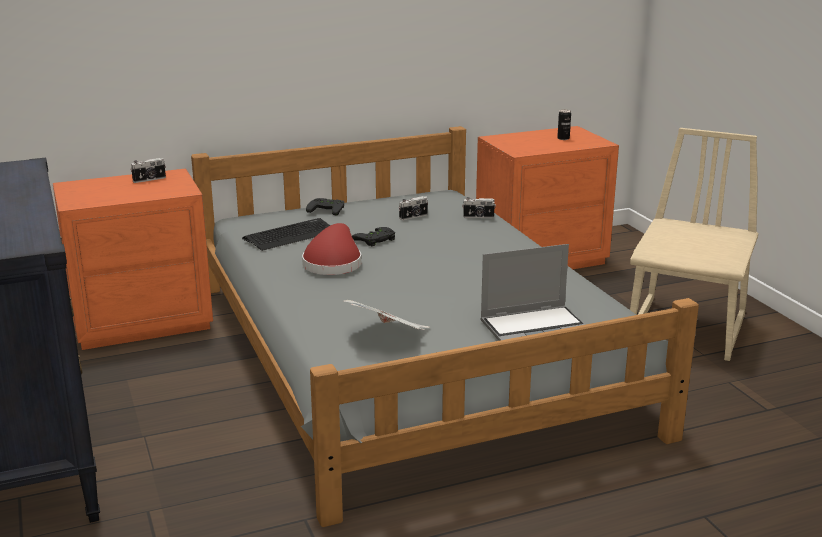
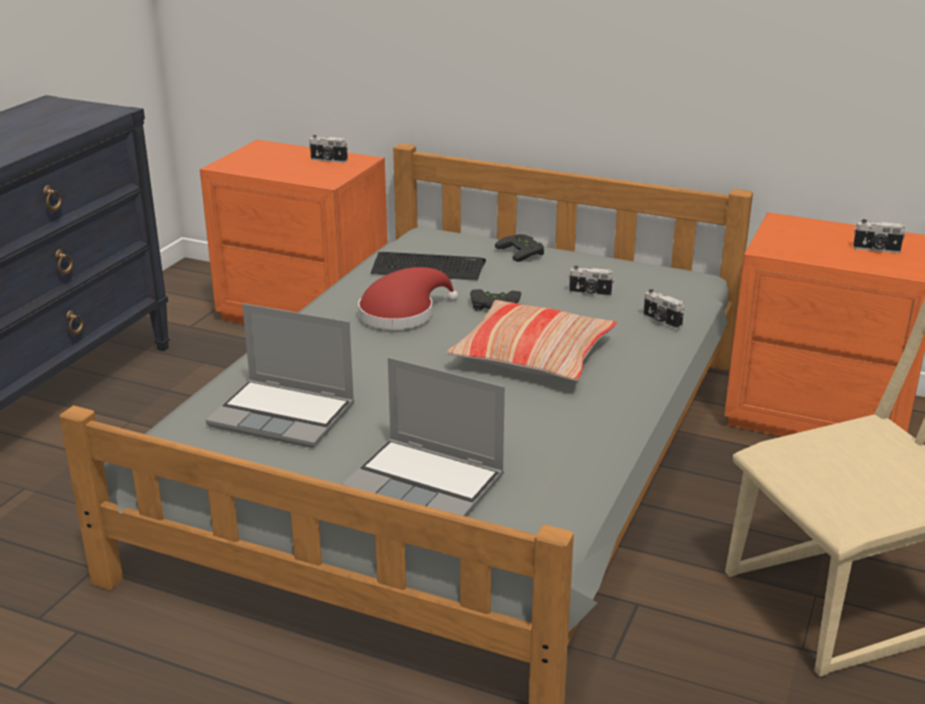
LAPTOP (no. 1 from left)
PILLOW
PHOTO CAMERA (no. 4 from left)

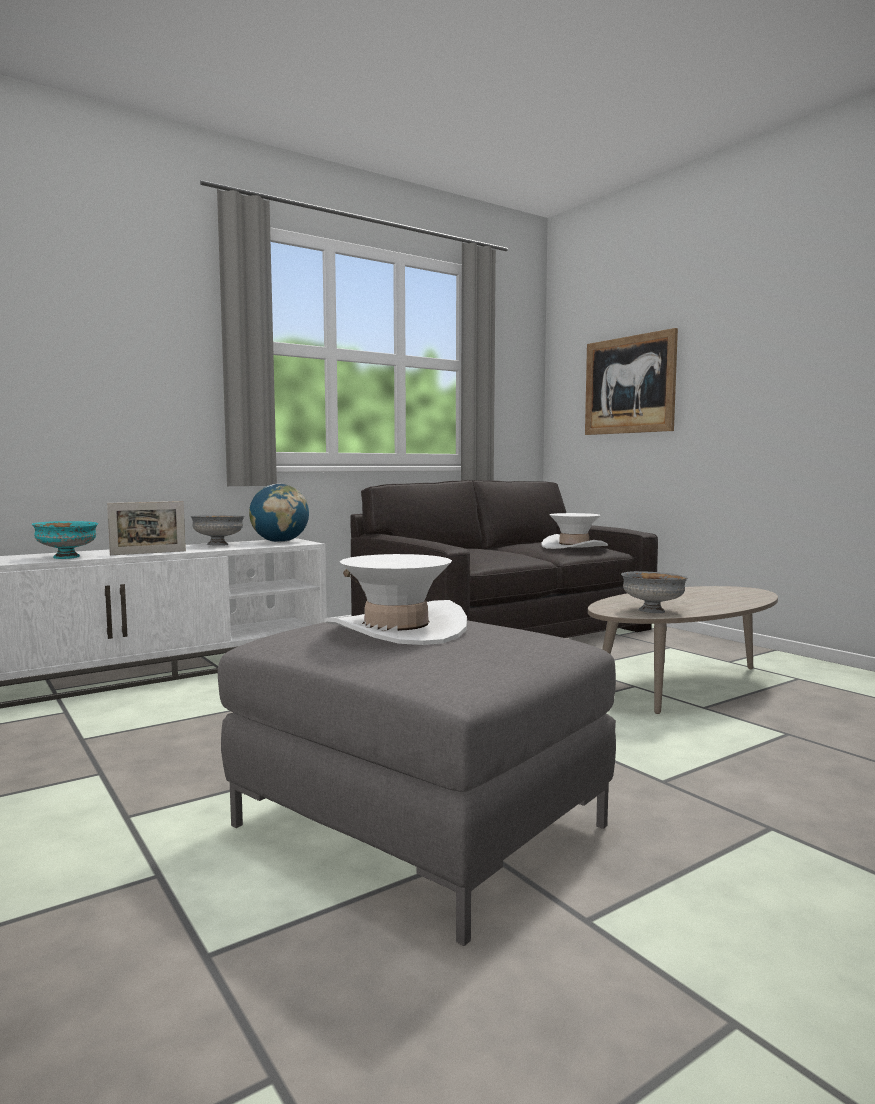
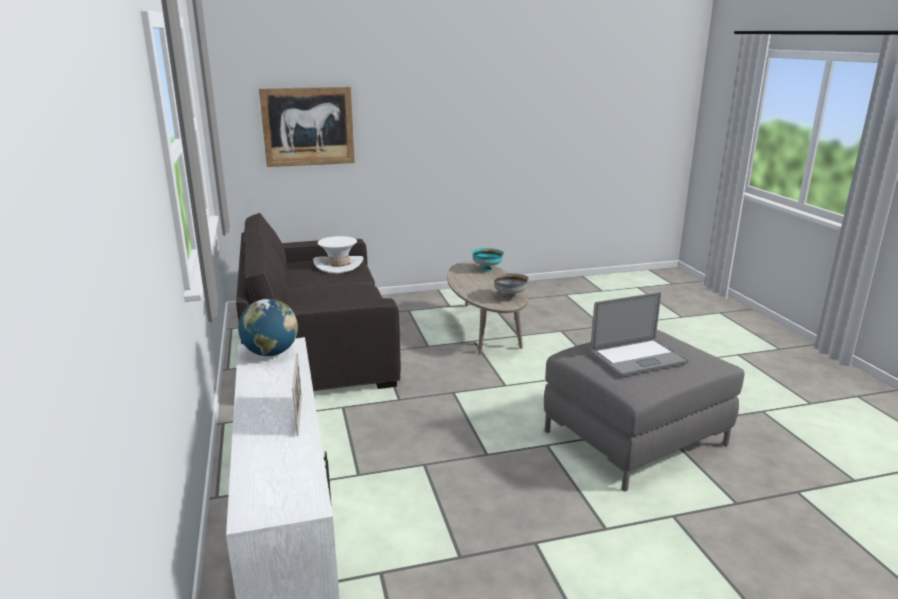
TURQUOISE BOWL
LAPTOP
GREY BOWL (no. 1 from left in the first image)

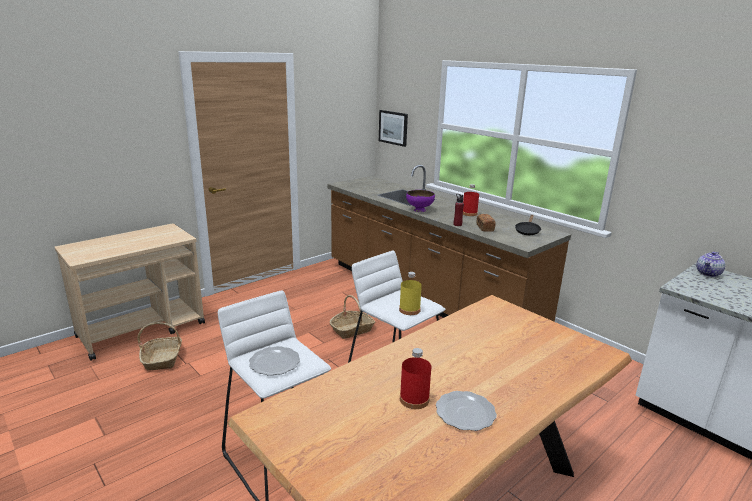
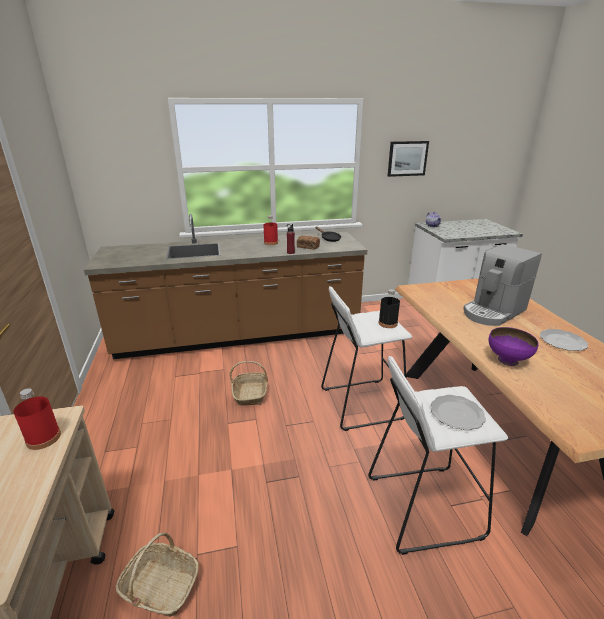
RED BOTTLE (no. 1 from left)
BLACK BOTTLE
PICTURE
COFFEE MACHINE
PURPLE BOWL

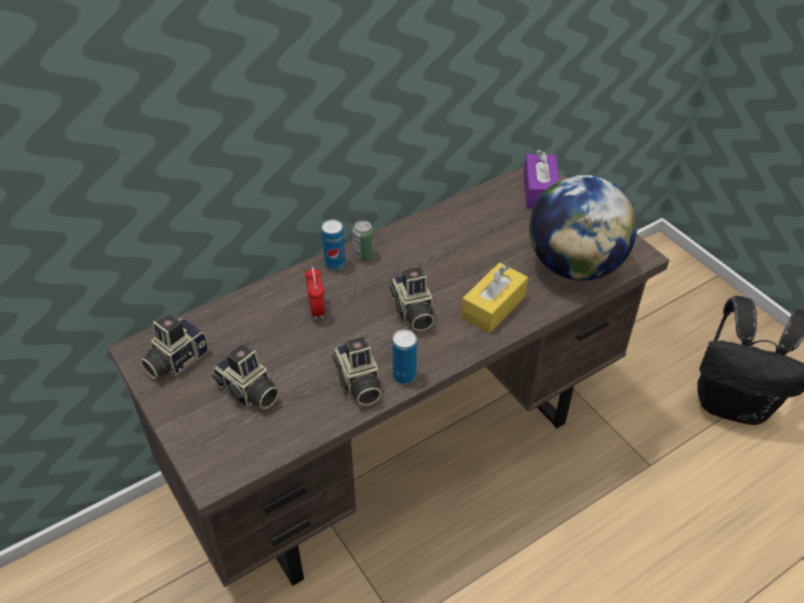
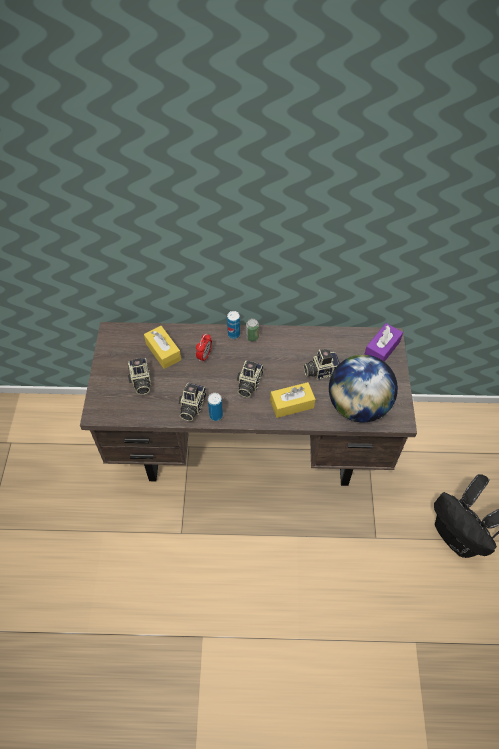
YELLOW TISSUE BOX (no. 1 from left)
PHOTO CAMERA (no. 4 from left)

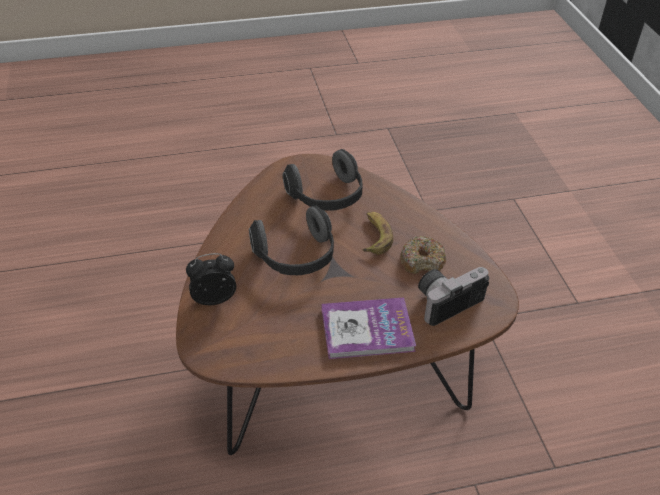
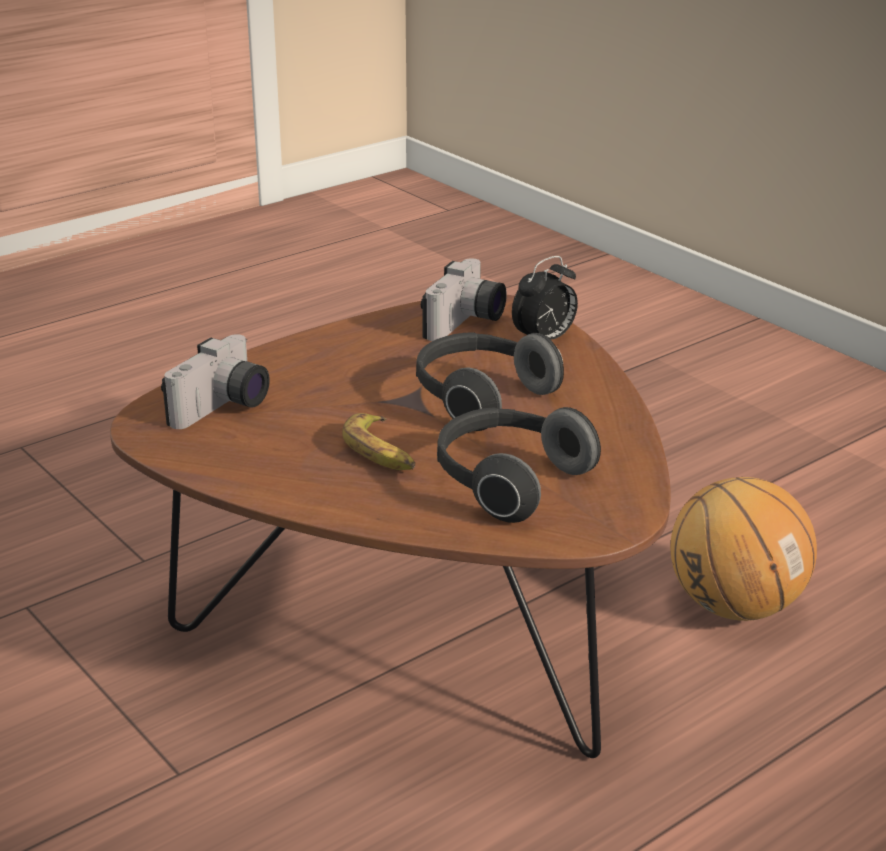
PHOTO CAMERA (no. 2 from left)
BASKETBALL
BOOK
DONUT

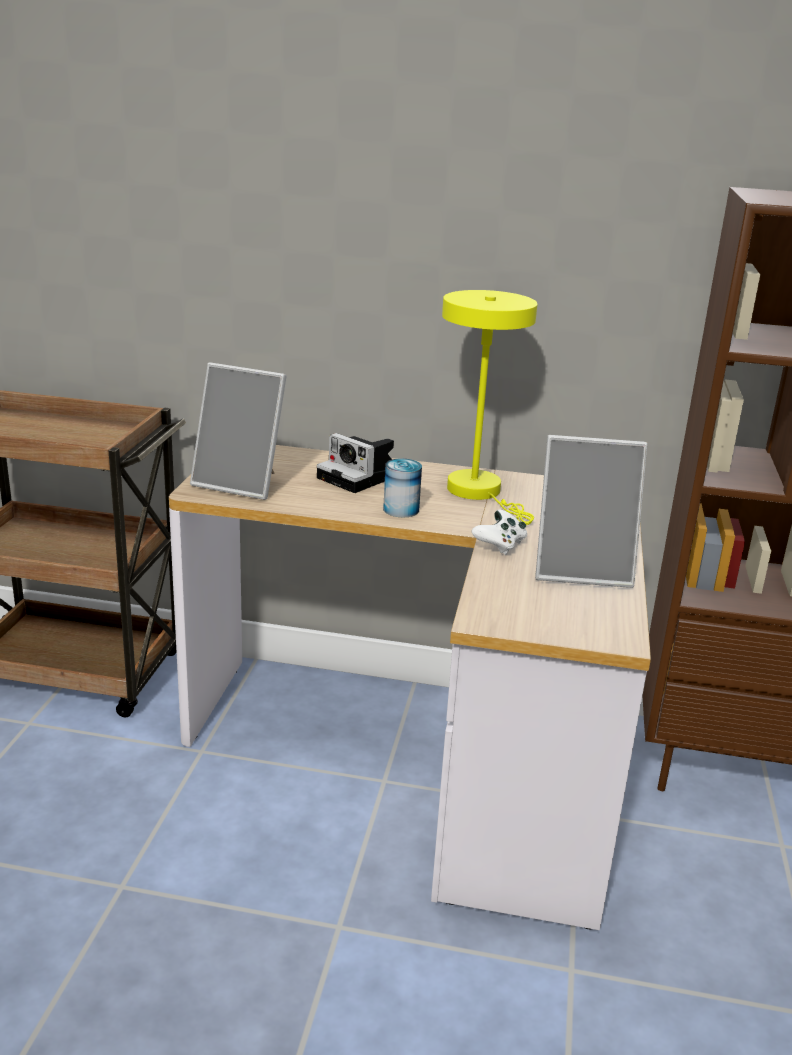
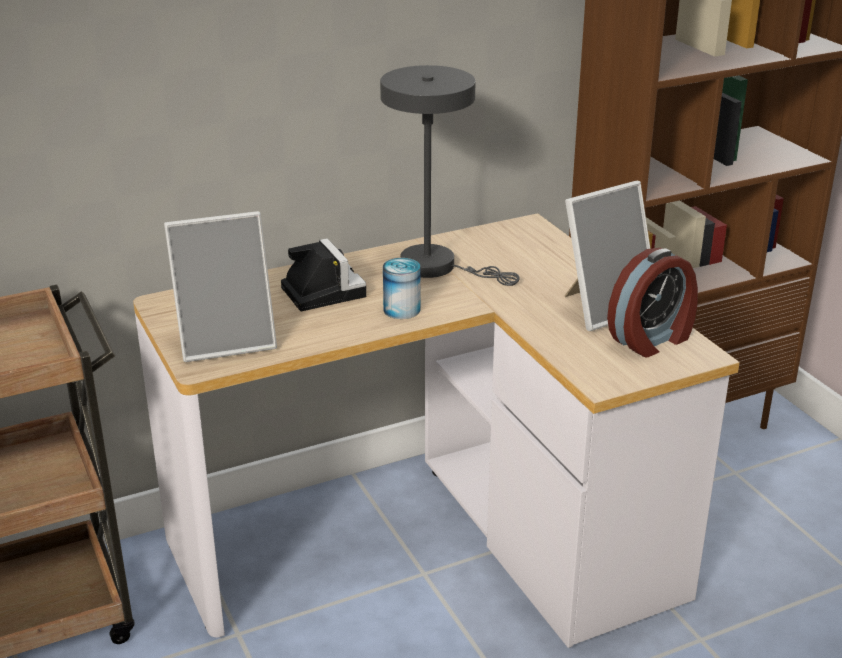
PHOTO CAMERA
GREY TABLE LAMP
ALARM CLOCK
WHITE GAME CONTROLLER

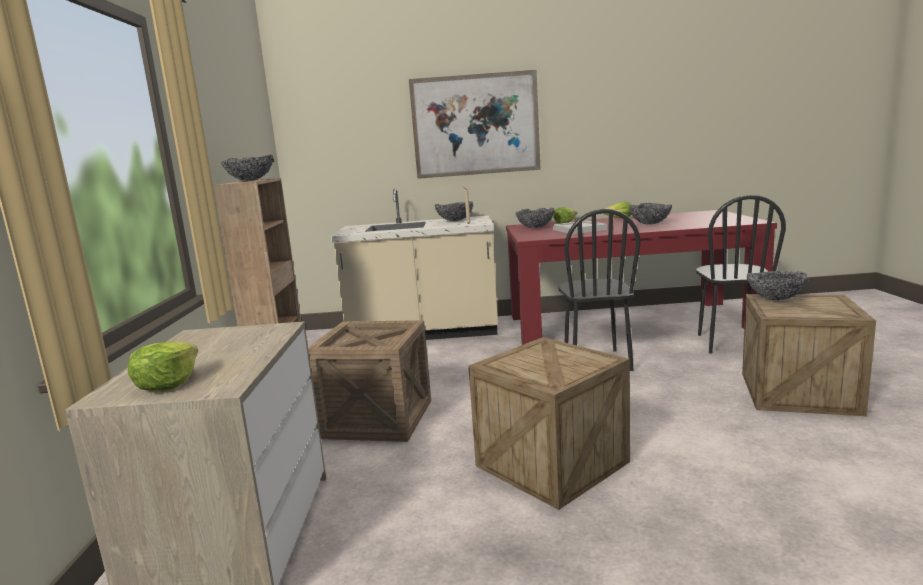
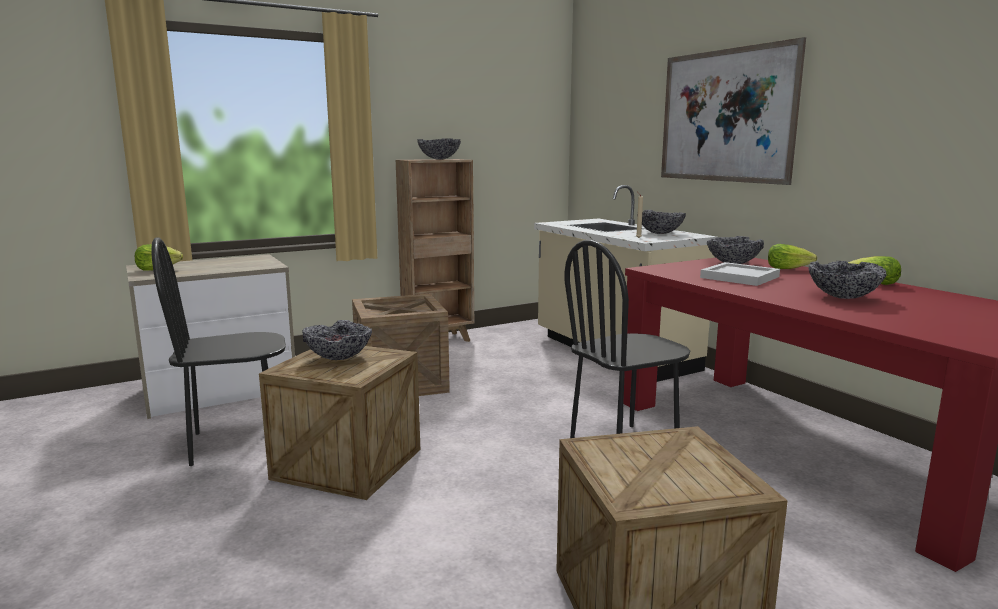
BLACK CHAIR (no. 1 from left)
BOWL (no. 1 from left)

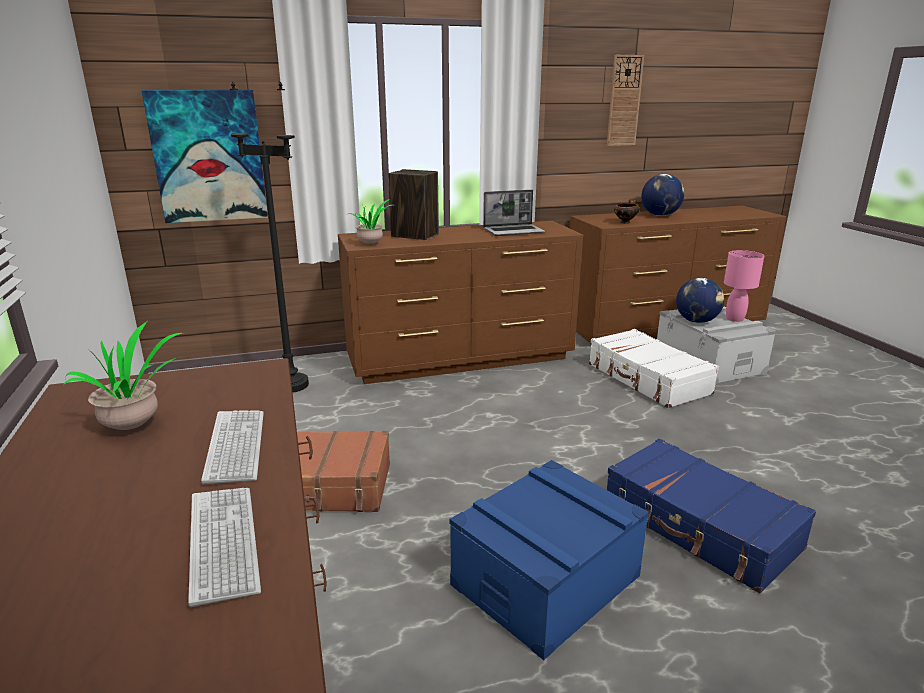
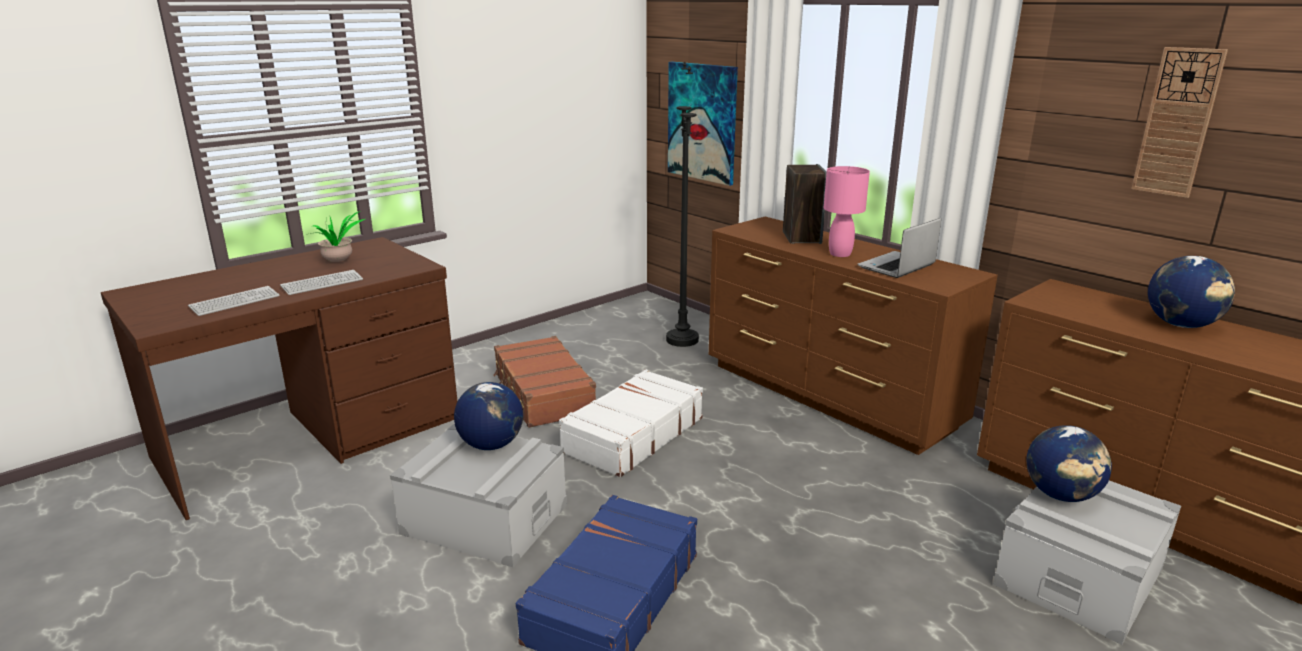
GREY STORAGE BOX (no. 1 from left)
GLOBE (no. 1 from left)
WHITE SUITCASE
PINK TABLE LAMP
LAPTOP
POTTED PLANT (no. 2 from left in the first image)
BOWL

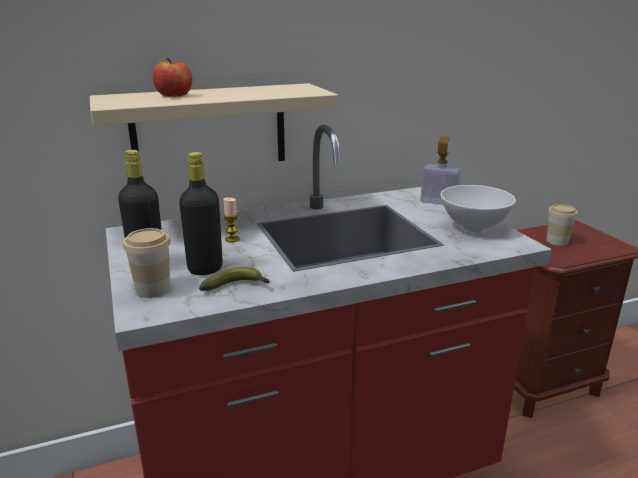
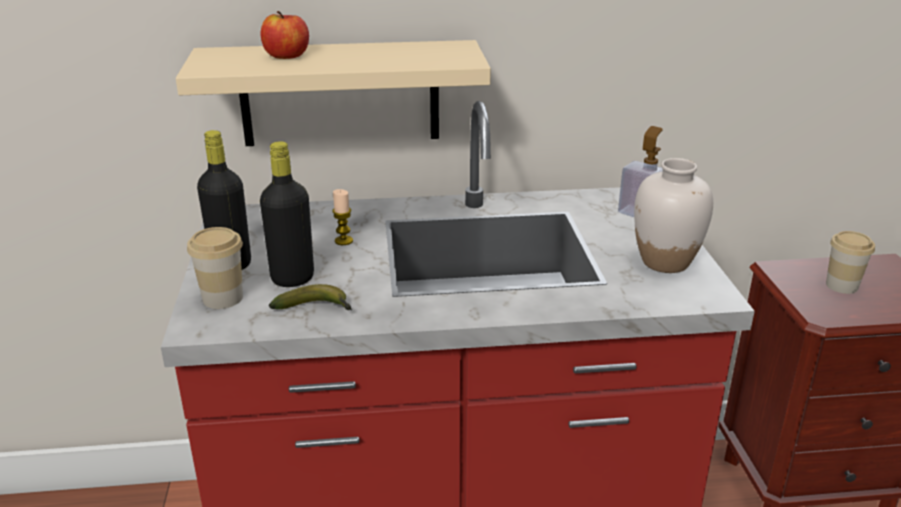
WHITE VASE

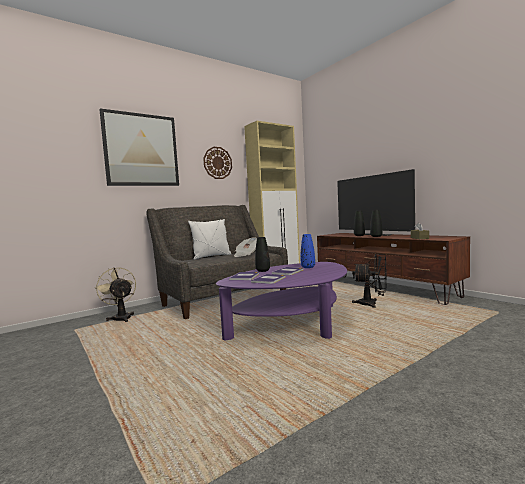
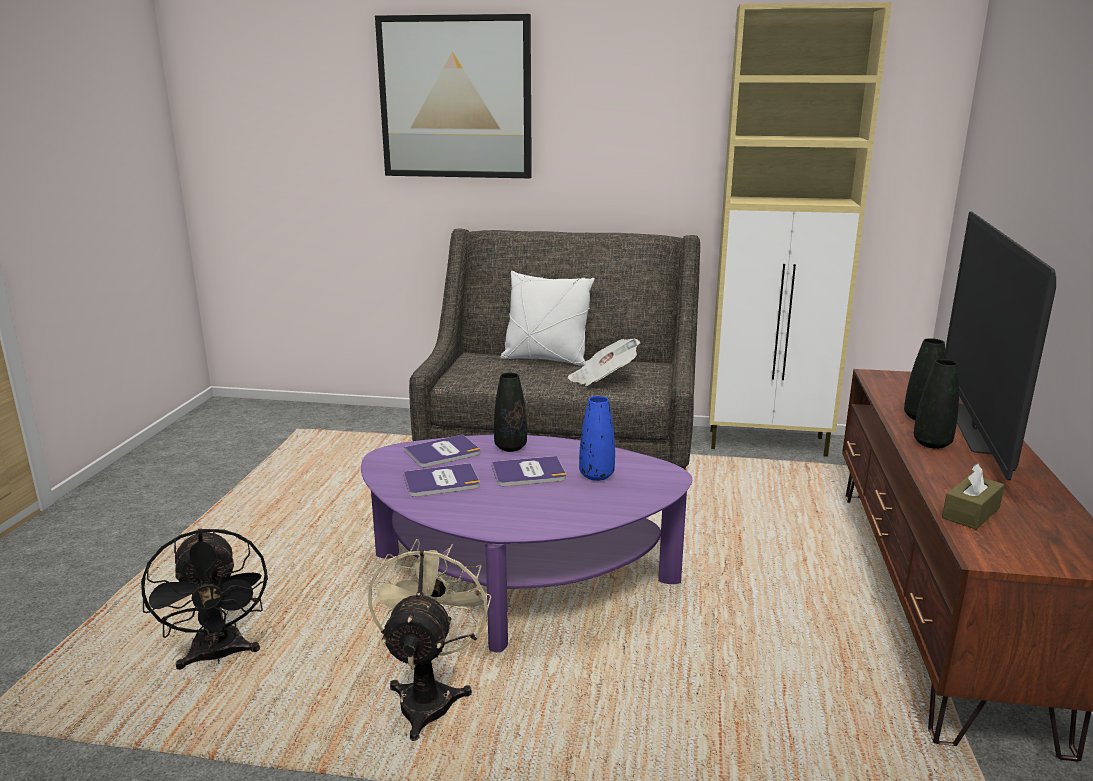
BLACK FAN
BEIGE FAN
WALL CLOCK

